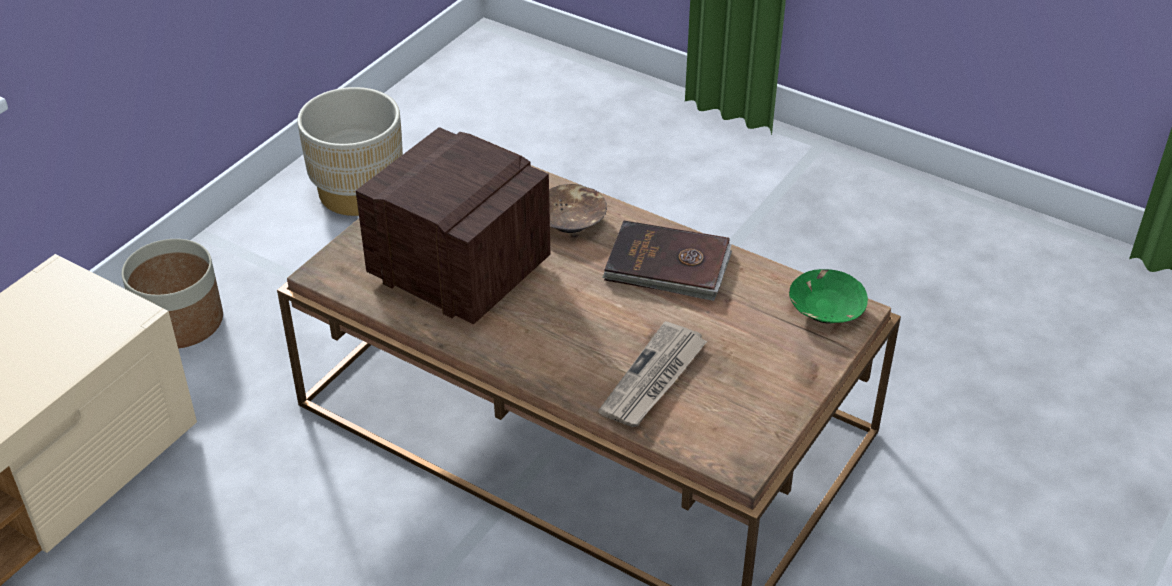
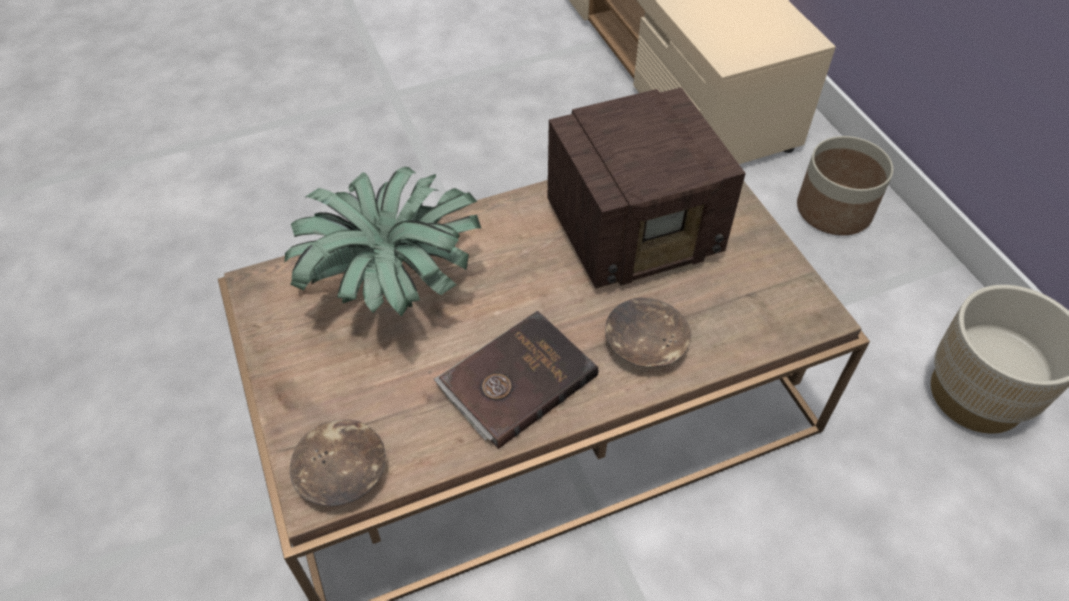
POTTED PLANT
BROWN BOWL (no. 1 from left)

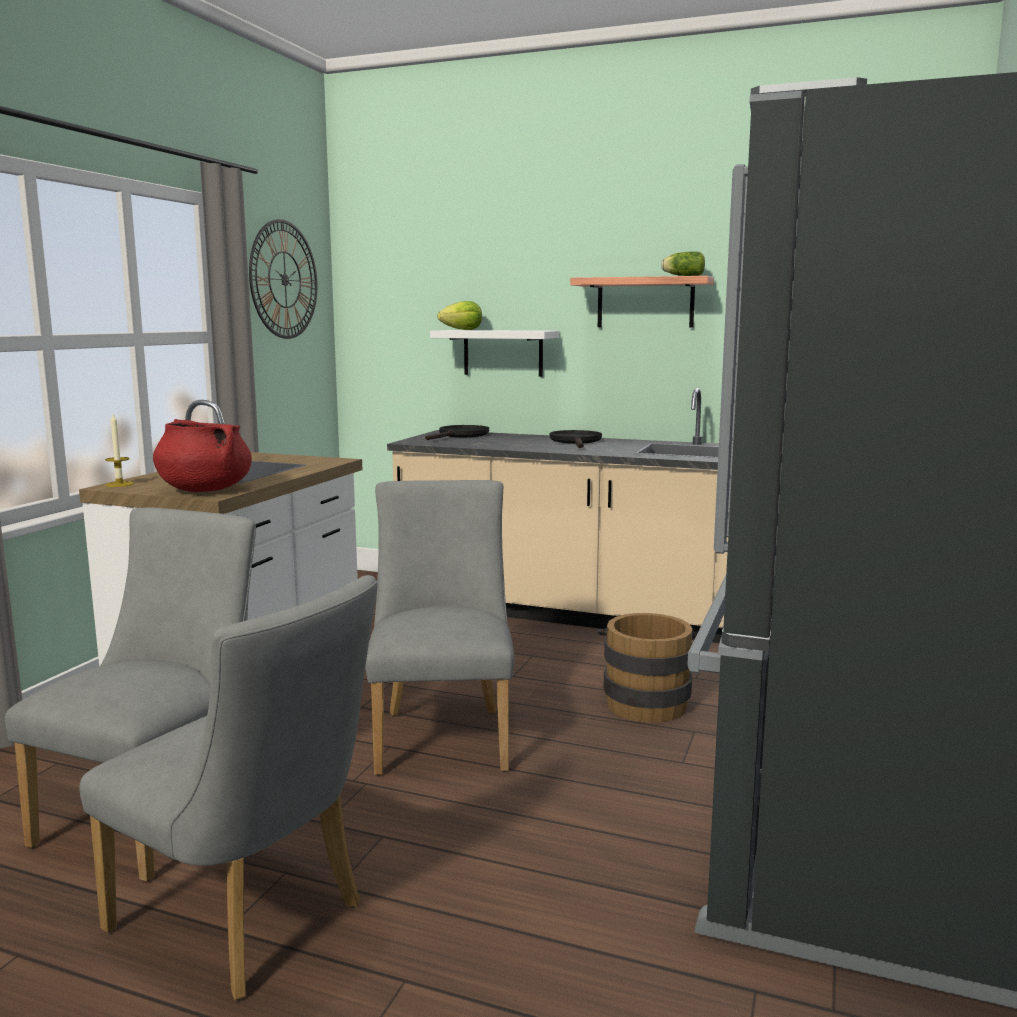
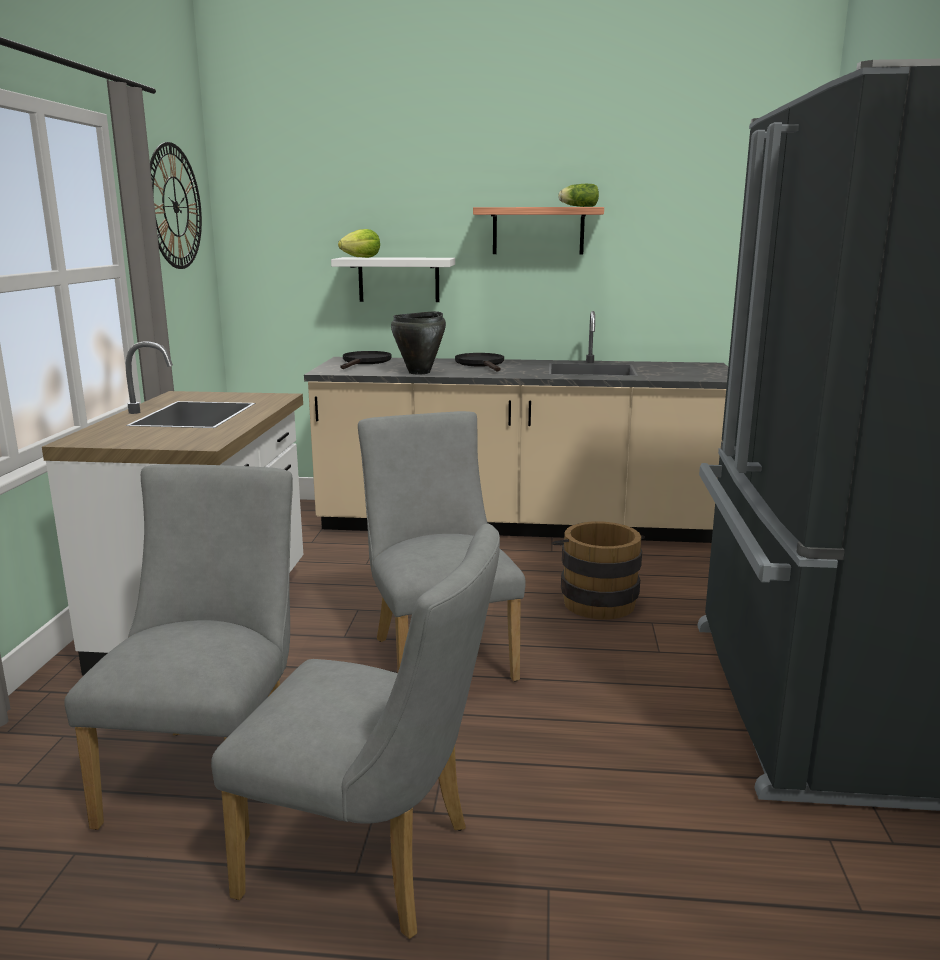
BLACK COOKING POT
CANDLE
RED COOKING POT

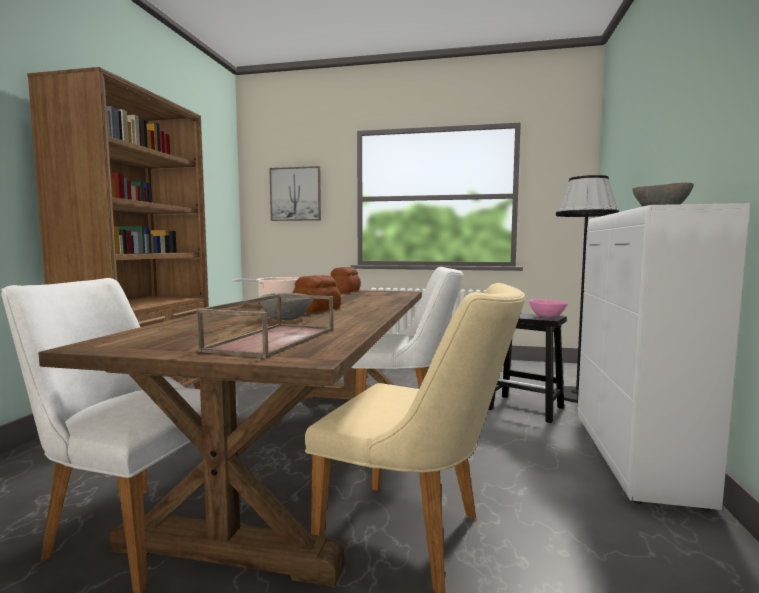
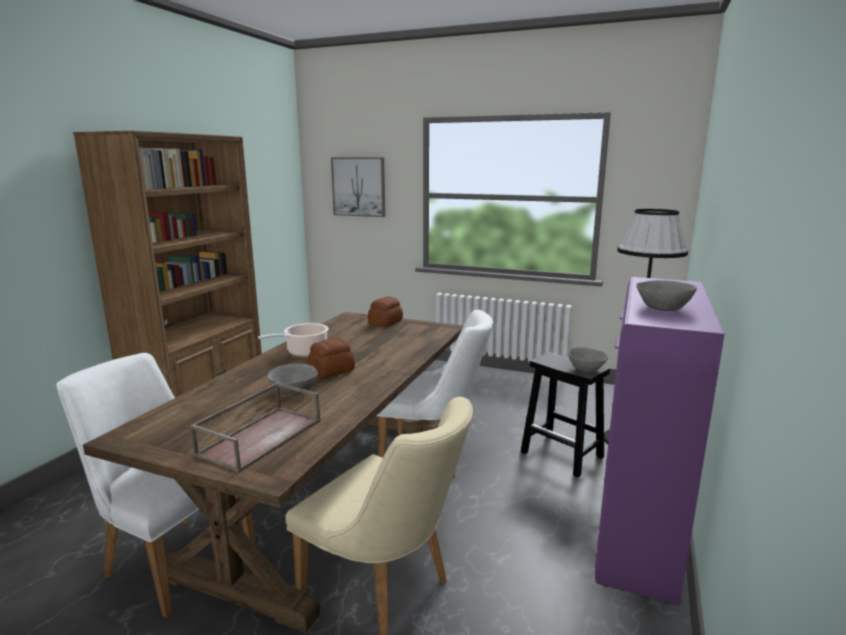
GREY BOWL (no. 2 from left)
PURPLE CABINET

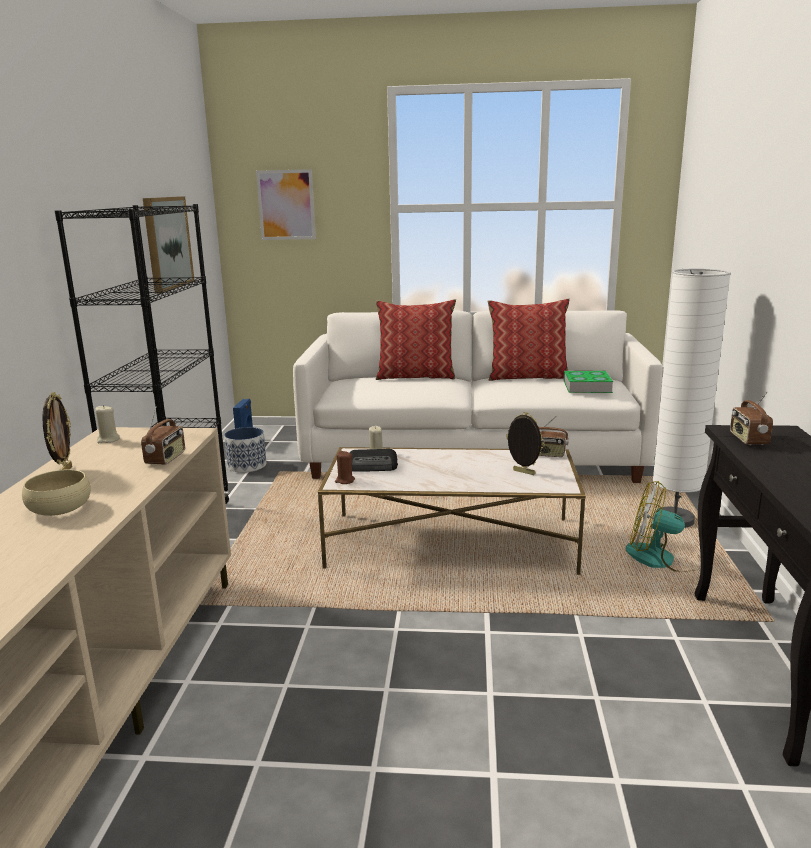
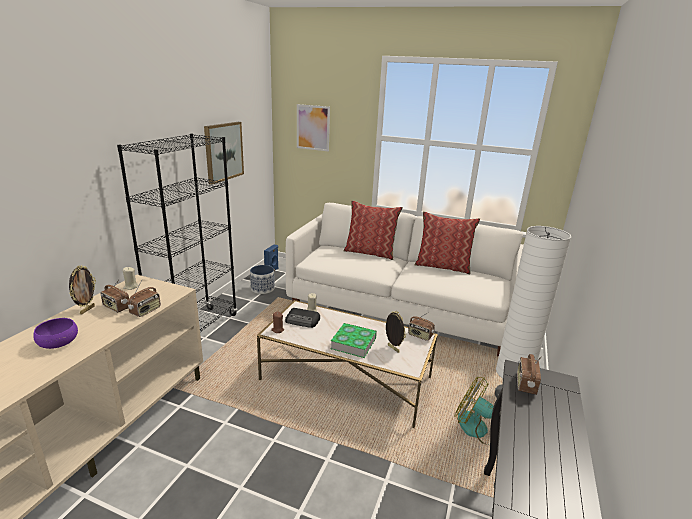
PURPLE BOWL
RADIO (no. 1 from left)
BOOK

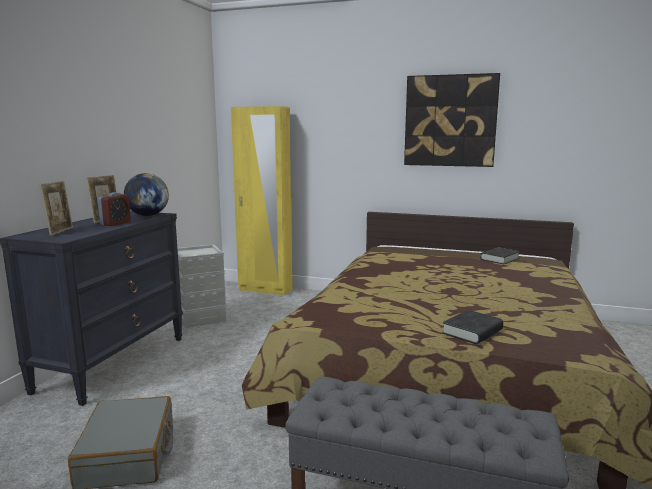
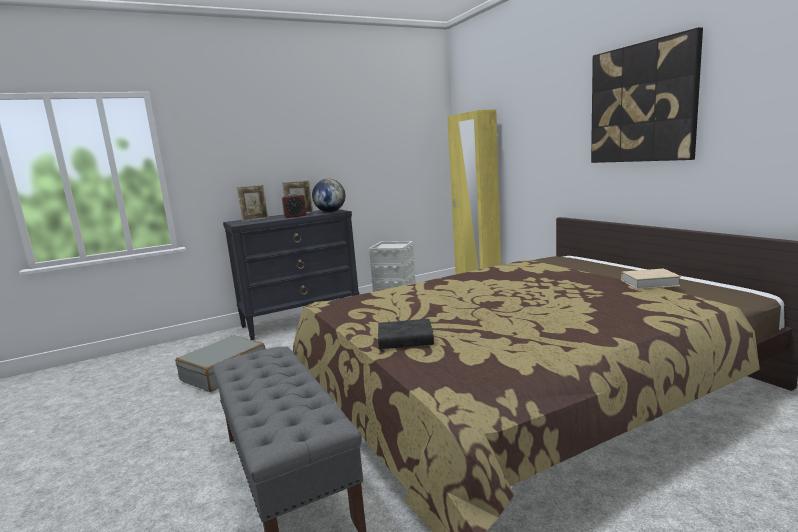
BEIGE BOOK

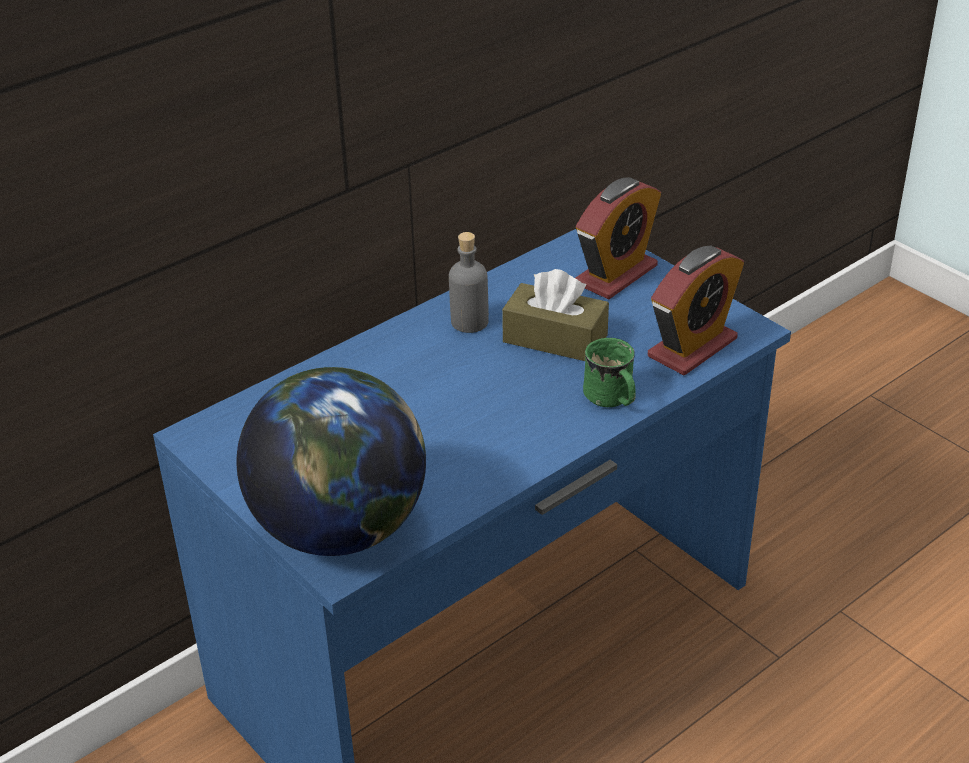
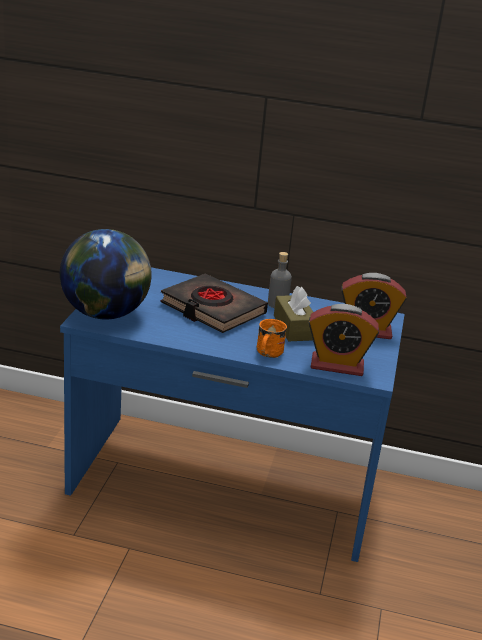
BLACK BOOK
ORANGE MUG

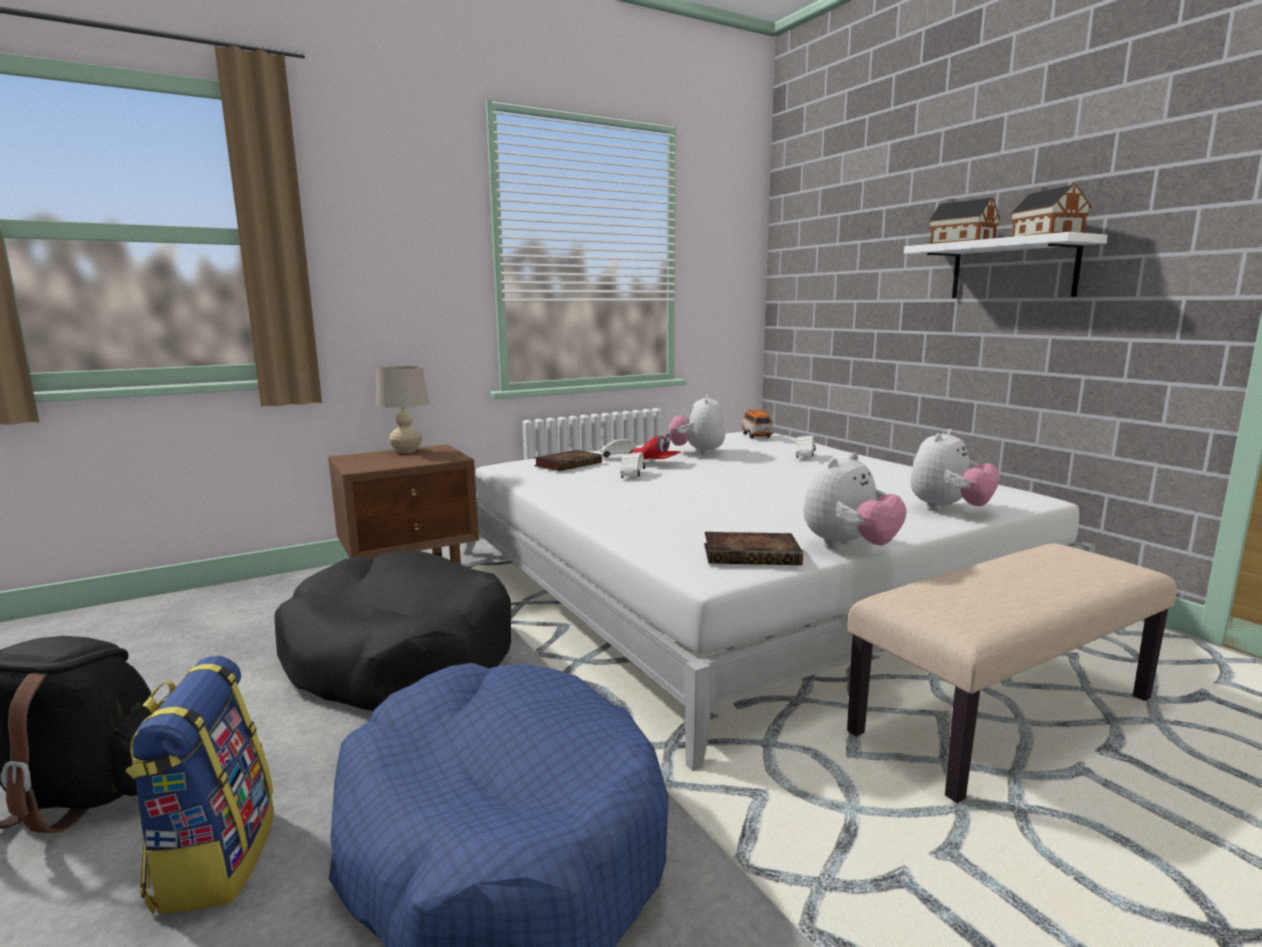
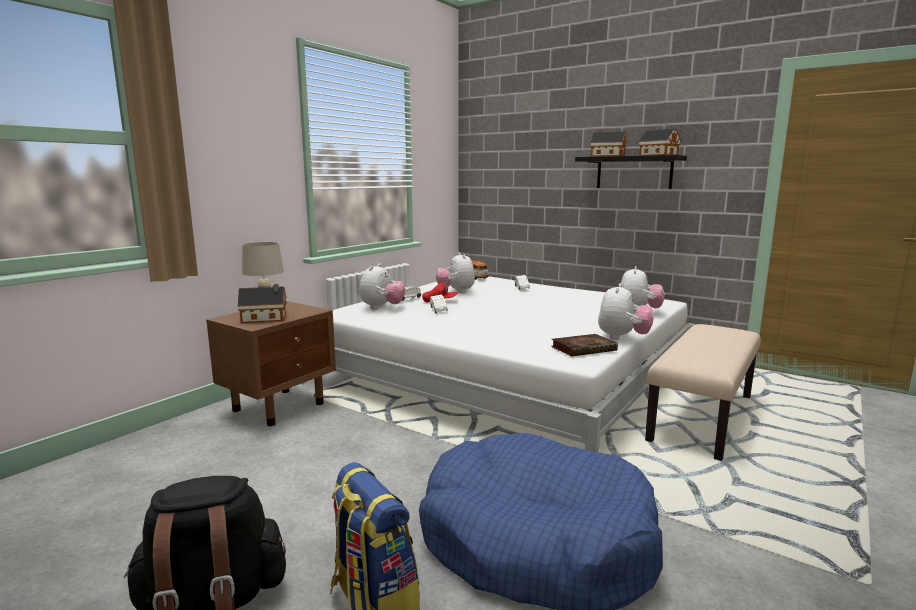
TOY HOUSE (no. 1 from left)
PLUSH TOY (no. 1 from left)
BLACK SHELF
BLACK DOG BED

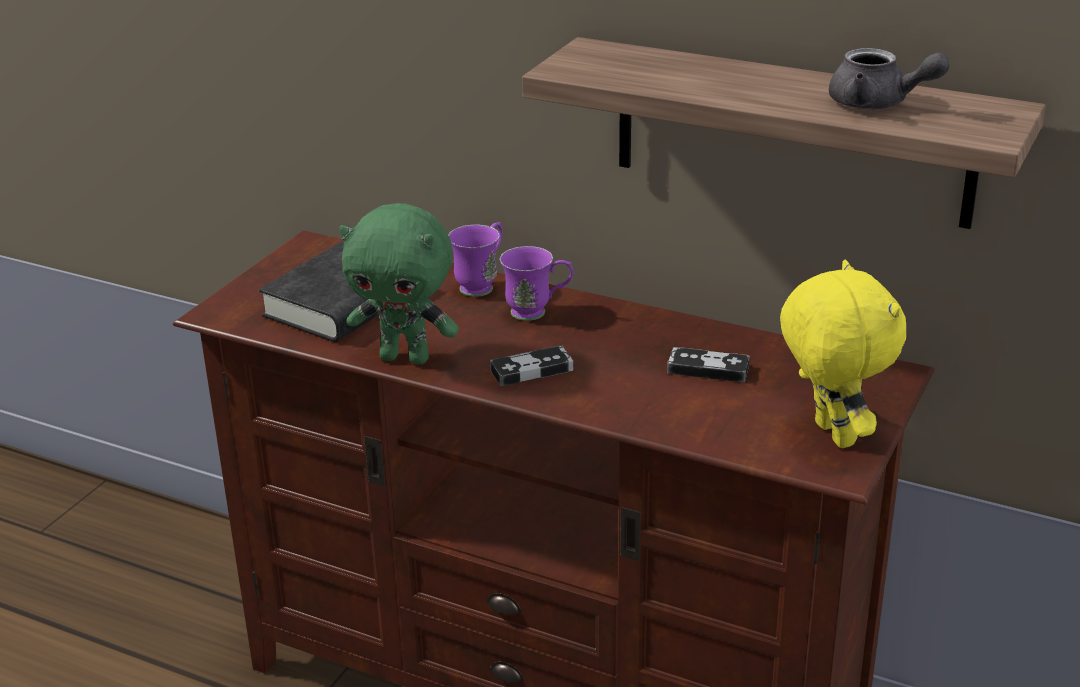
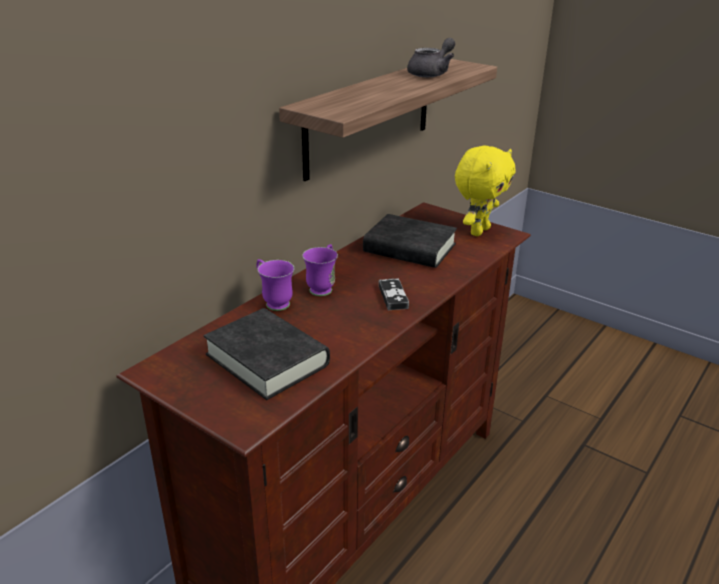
BLACK BOOK (no. 2 from left)
YELLOW PLUSH TOY
GREEN PLUSH TOY

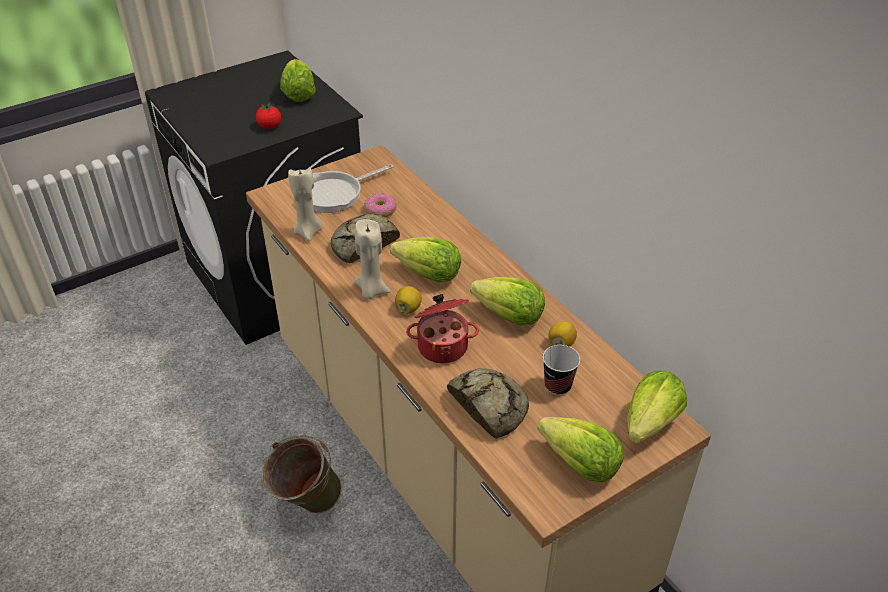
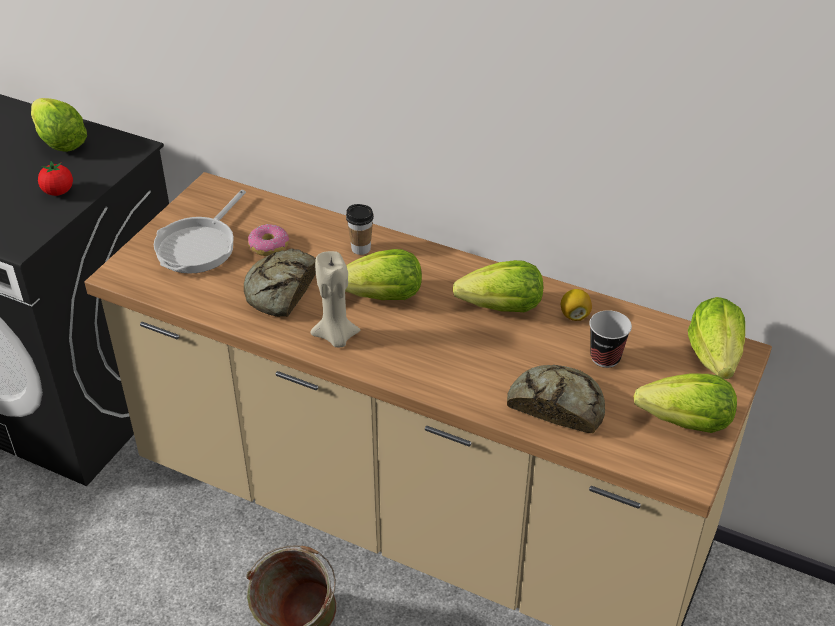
CUP (no. 1 from left)
BEIGE CANDLE (no. 1 from left in the first image)
LEMON (no. 1 from left in the first image)
COOKING POT

